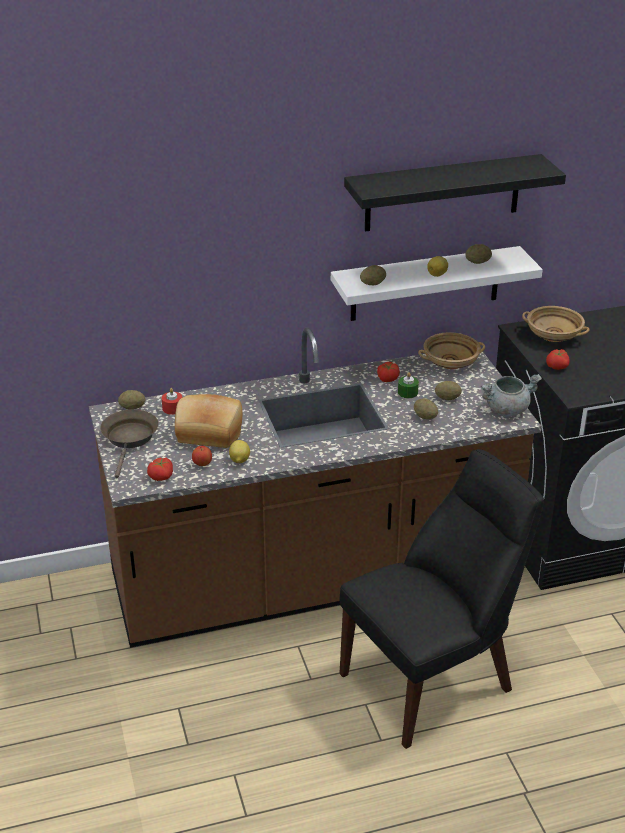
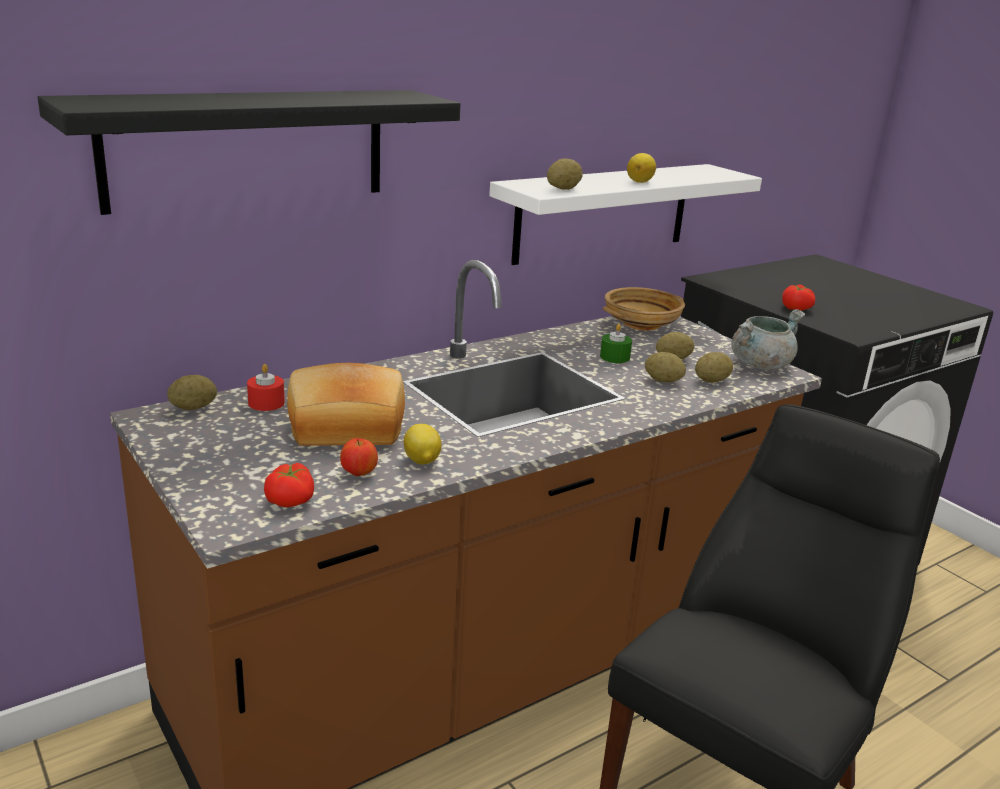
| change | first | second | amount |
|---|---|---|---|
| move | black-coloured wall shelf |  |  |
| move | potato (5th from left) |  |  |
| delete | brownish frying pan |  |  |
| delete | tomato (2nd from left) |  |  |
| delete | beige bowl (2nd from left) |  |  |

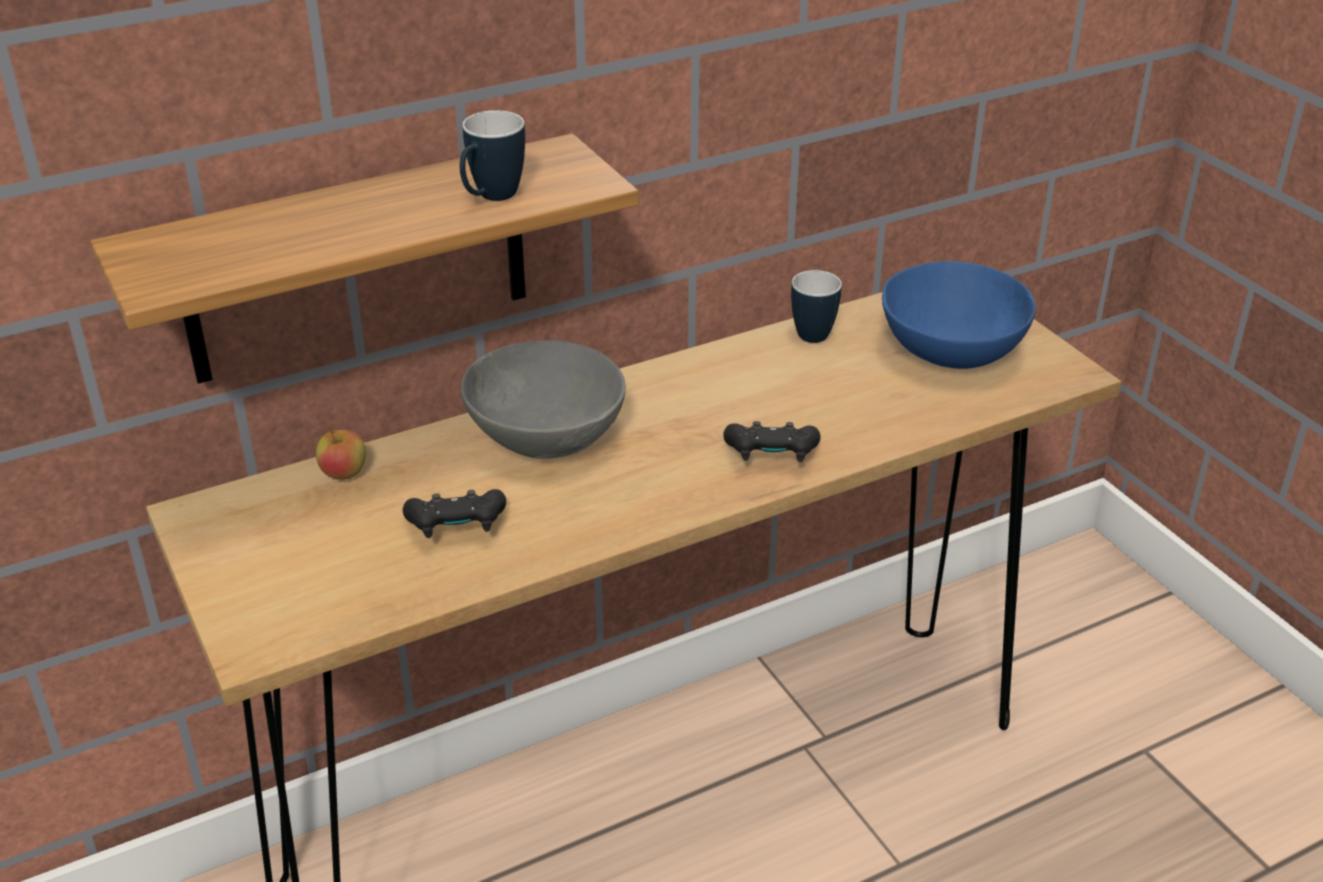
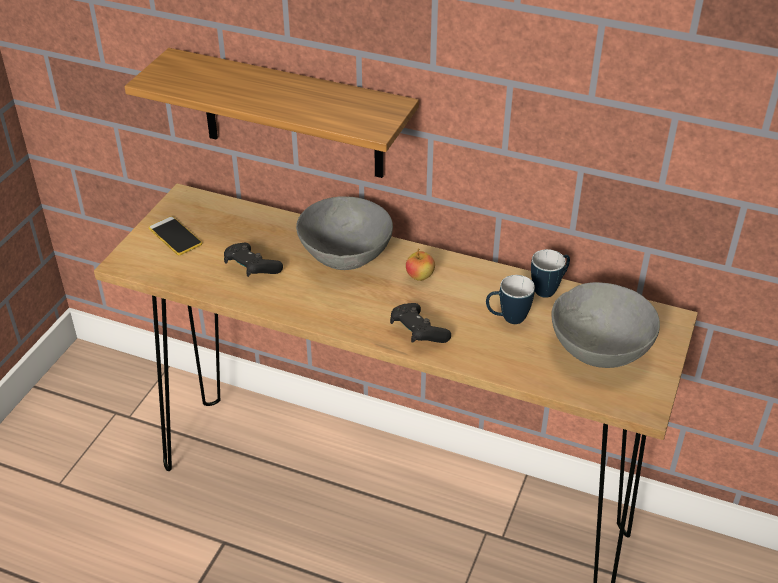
| change | first | second | amount |
|---|---|---|---|
| insert |  | telephone |  |
| move | whole apple |  |  |
| move | mug (1st from left) |  |  |
| recolor | blue bowl | grey bowl (2nd from left) |  |

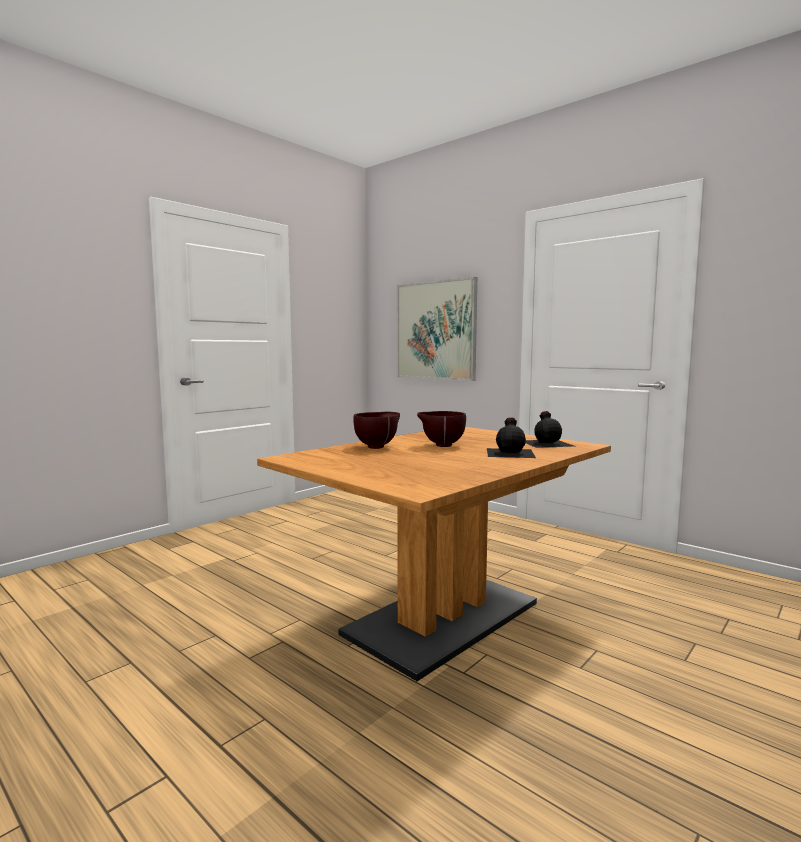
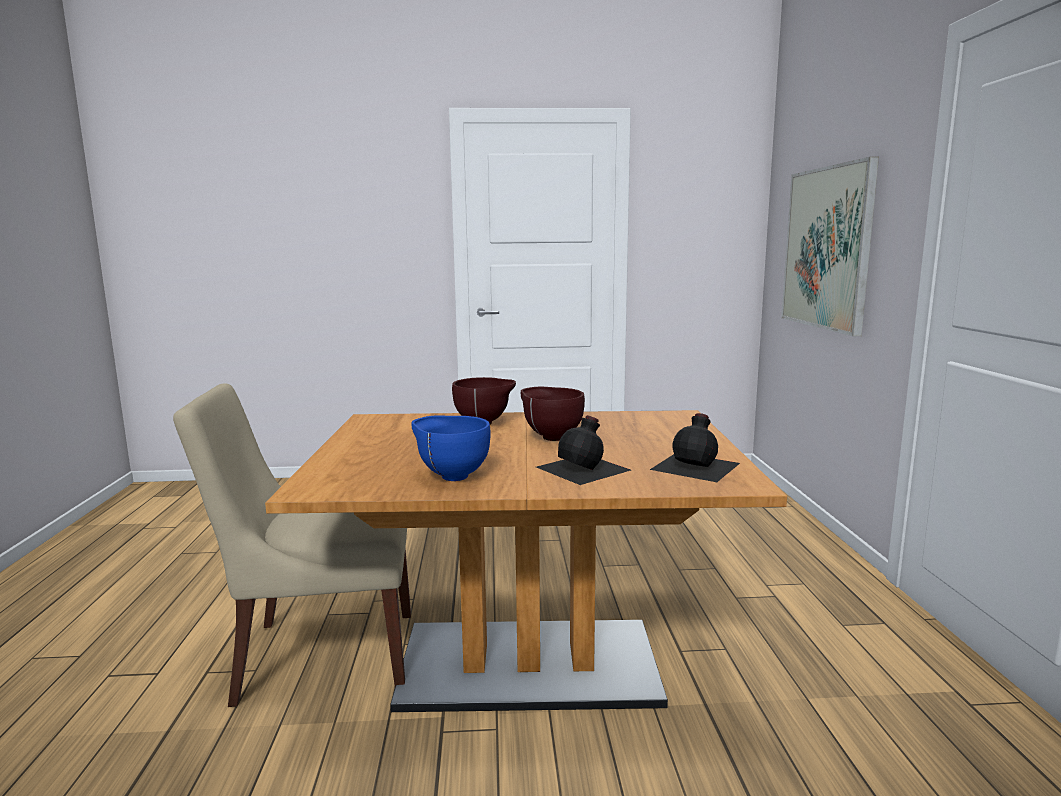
| change | first | second | amount |
|---|---|---|---|
| insert |  | beige plain chair |  |
| insert |  | blue bowl |  |

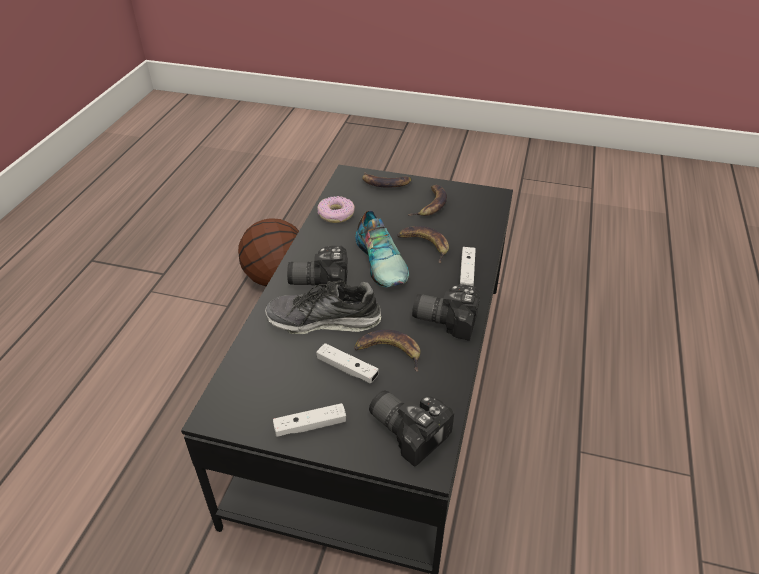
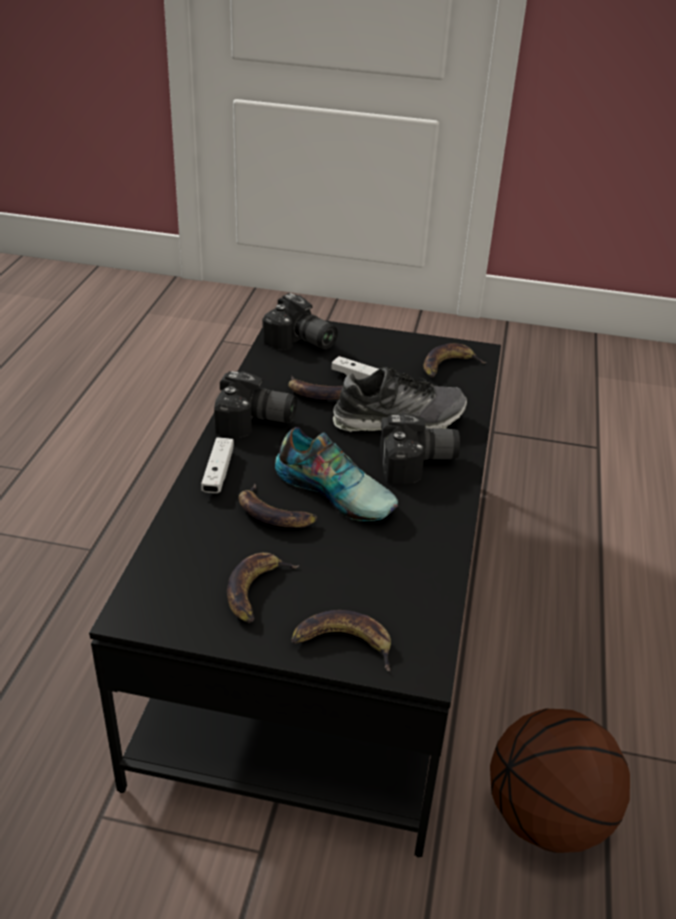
| change | first | second | amount |
|---|---|---|---|
| rotate | item of footwear (2nd from left in the first image) | item of footwear (1st from left) | 150 degrees clockwise |
| insert |  | whole banana (5th from left) |  |
| delete | whitish gamepad (1st from left) |  |  |
| delete | doughnut |  |  |

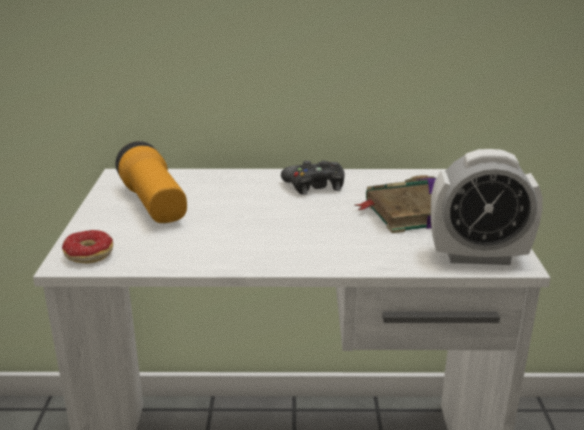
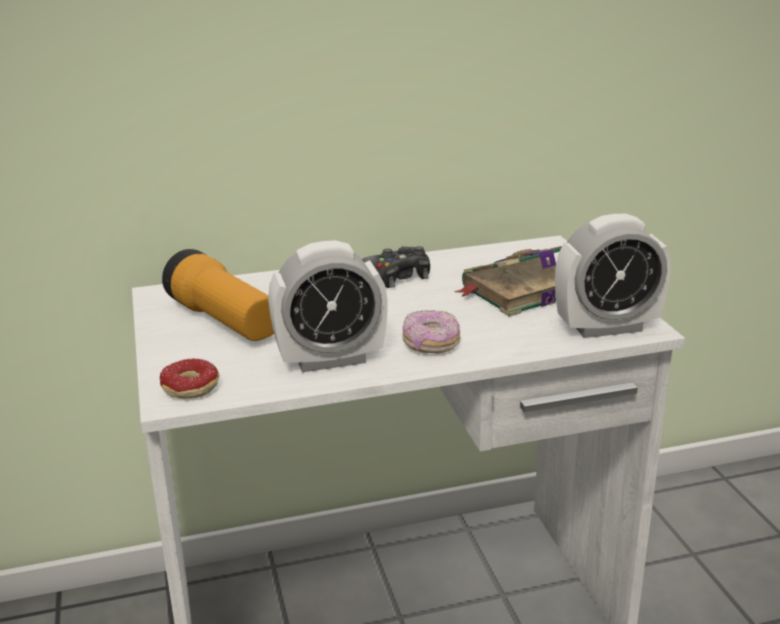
| change | first | second | amount |
|---|---|---|---|
| insert |  | alarm clock (1st from left) |  |
| insert |  | doughnut (2nd from left) |  |

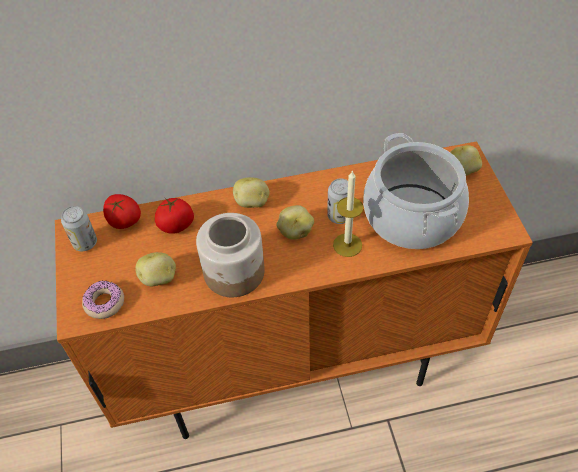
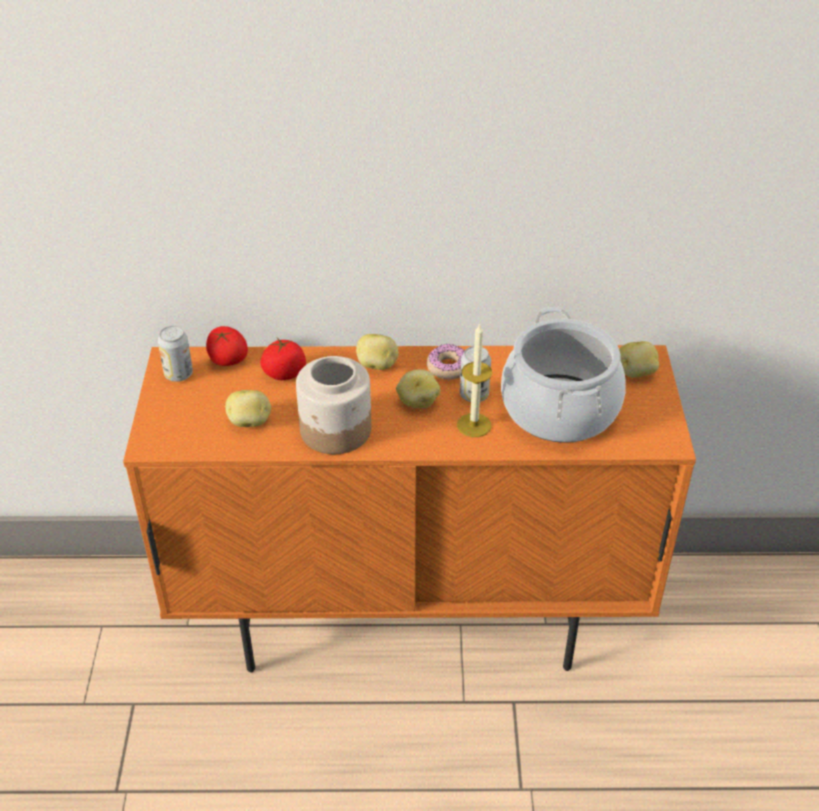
| change | first | second | amount |
|---|---|---|---|
| move | doughnut |  |  |

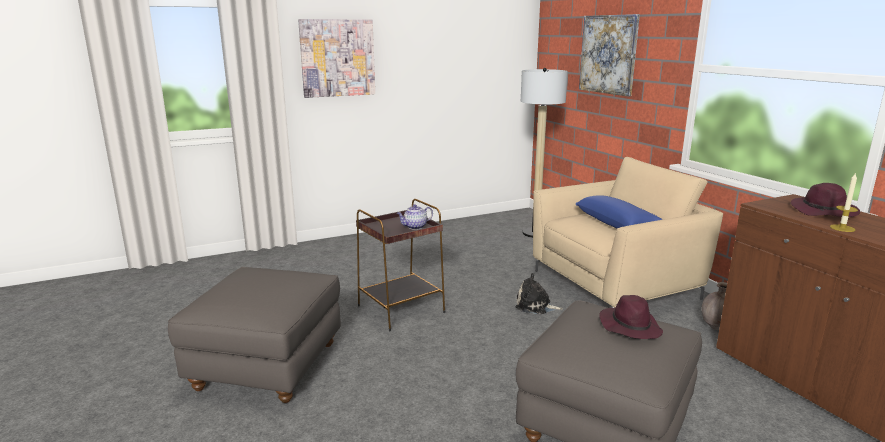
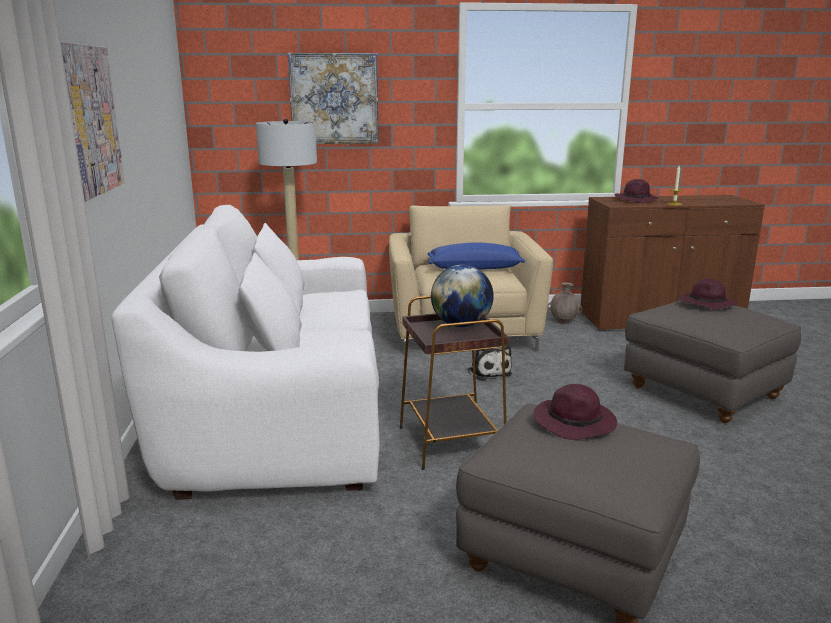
| change | first | second | amount |
|---|---|---|---|
| insert |  | whitish settee |  |
| replace | tea pot | desk globe |  |
| rotate | soft toy |  | 60 degrees counterclockwise |
| insert |  | purplish clothing hat (1st from left) |  |

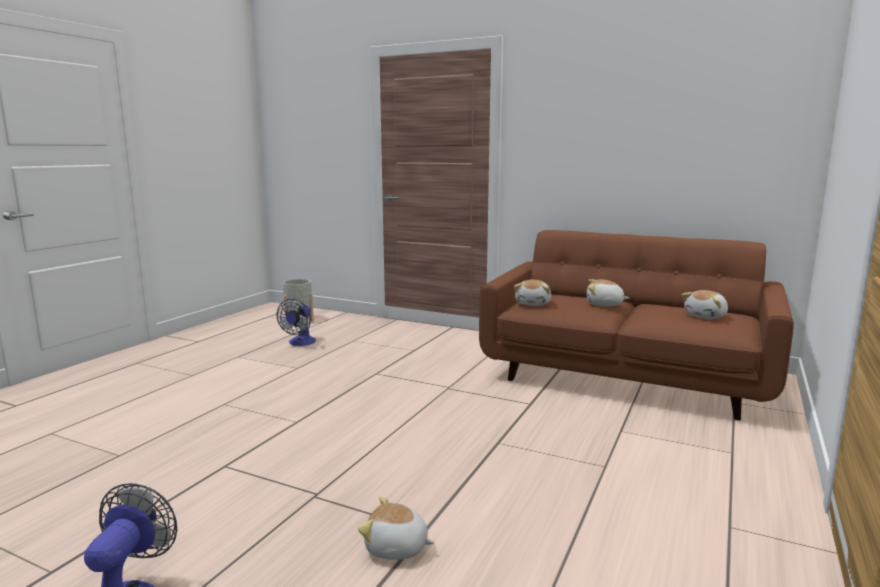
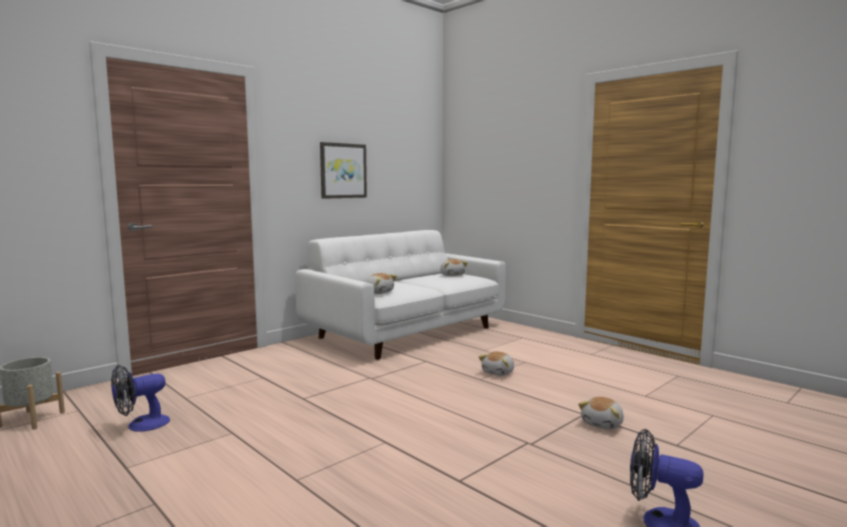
| change | first | second | amount |
|---|---|---|---|
| rotate | fan (2nd from left in the first image) | fan (1st from left) | 105 degrees clockwise |
| recolor | brownish settee | whitish settee |  |
| insert |  | wall art |  |
| move | soft toy (3rd from left) |  |  |

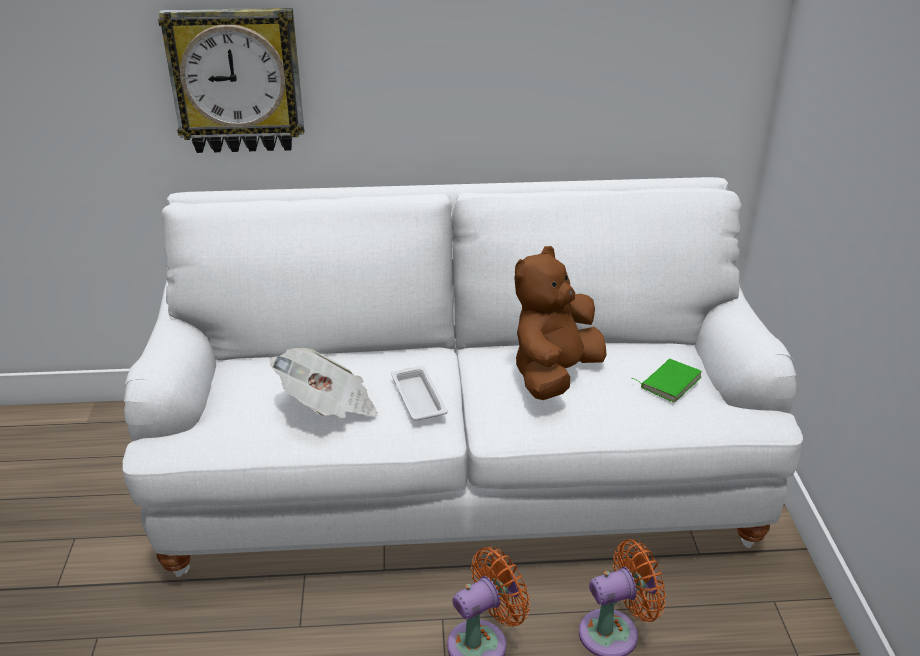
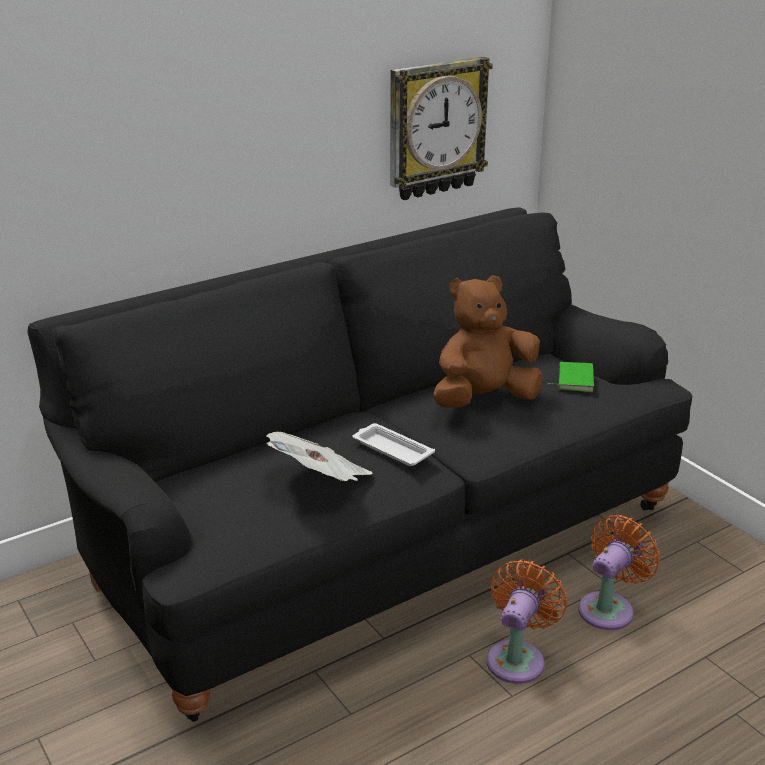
| change | first | second | amount |
|---|---|---|---|
| recolor | whitish settee | black-coloured settee |  |
| move | wall clock |  |  |
| rotate | brownish soft toy |  | 60 degrees clockwise |

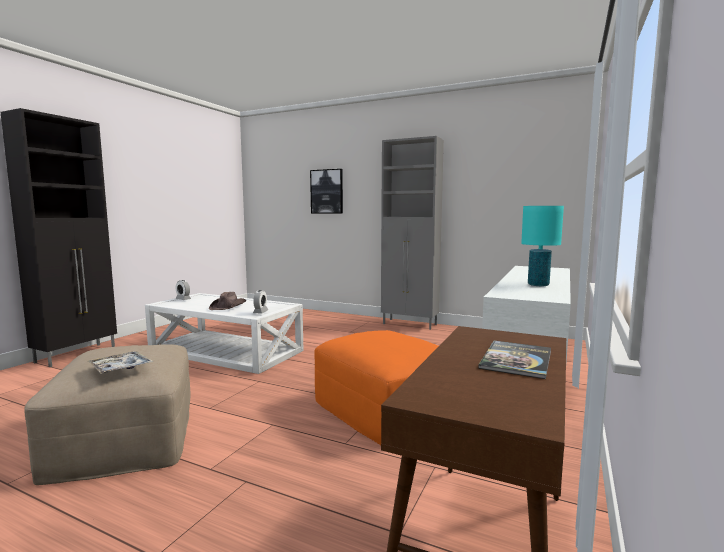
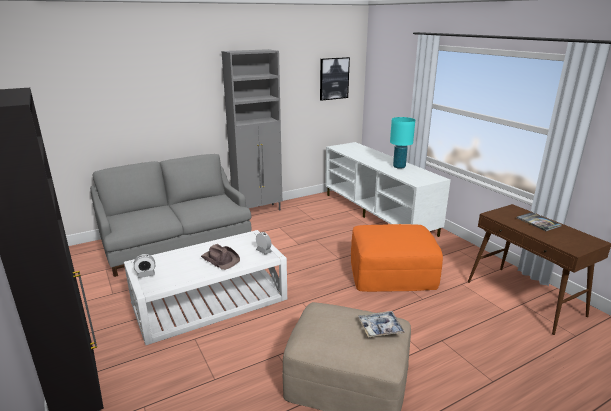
| change | first | second | amount |
|---|---|---|---|
| insert |  | grey settee |  |
| move | wall art |  |  |

